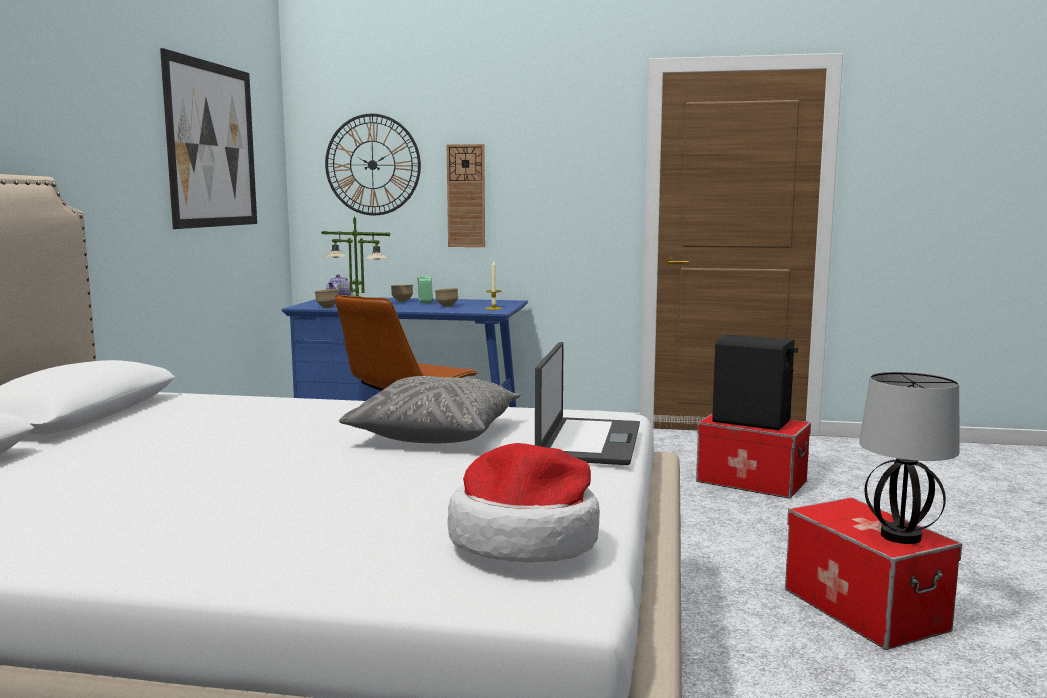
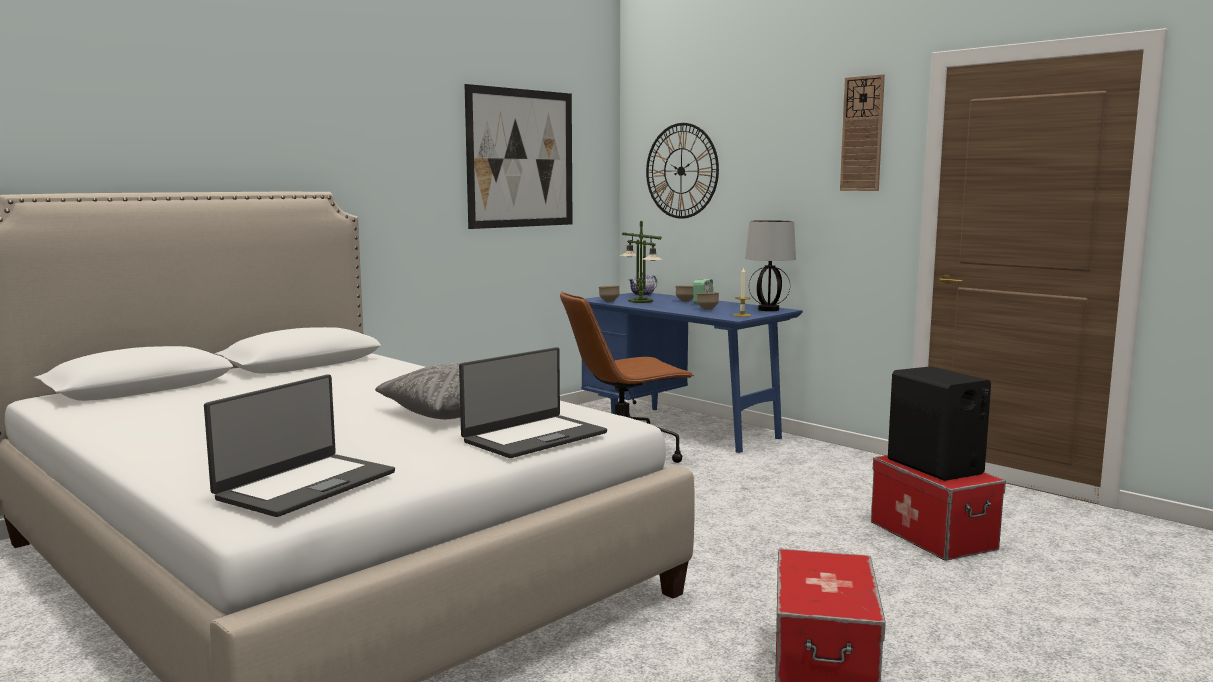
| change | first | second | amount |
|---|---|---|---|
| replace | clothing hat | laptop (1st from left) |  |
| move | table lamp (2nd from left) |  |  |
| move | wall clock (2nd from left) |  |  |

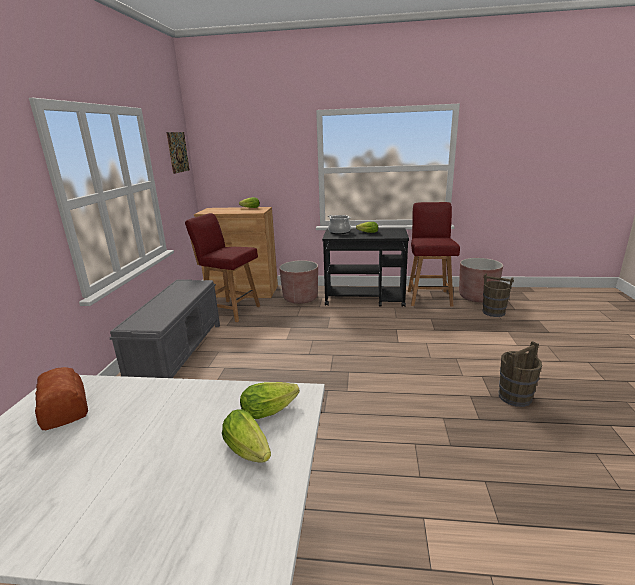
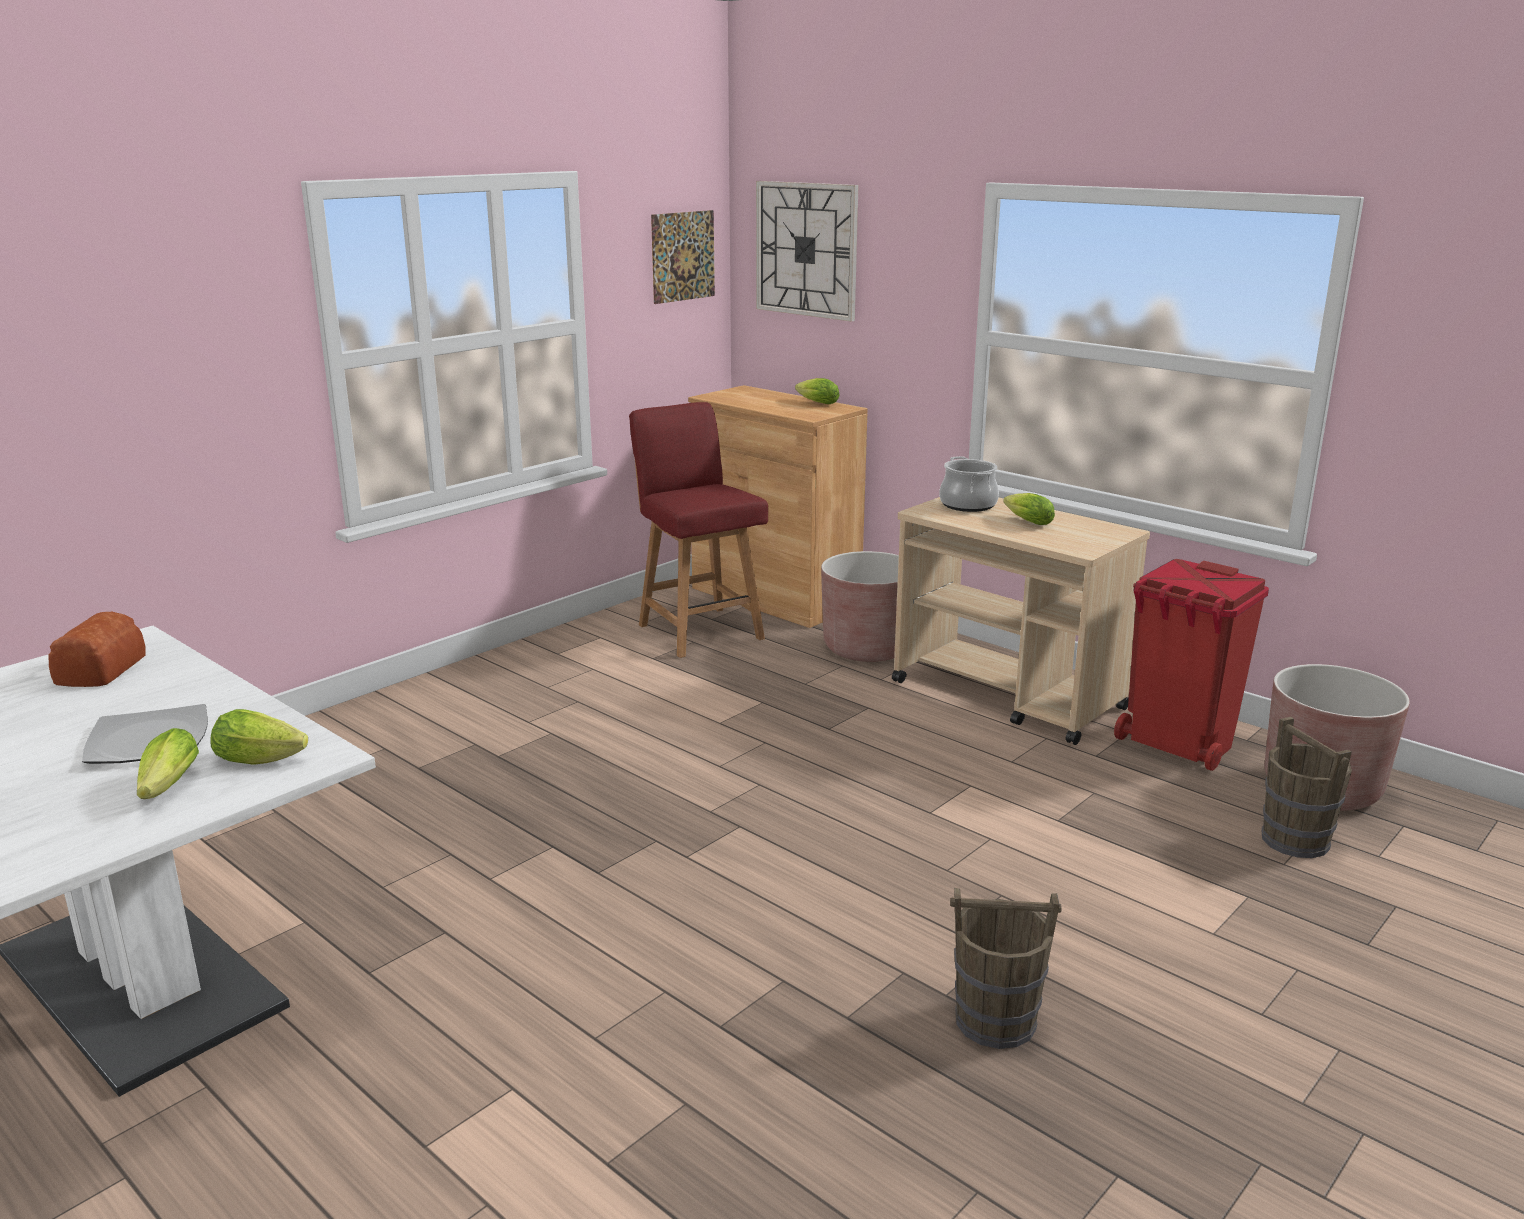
| change | first | second | amount |
|---|---|---|---|
| insert |  | flat dish |  |
| insert |  | wall clock |  |
| recolor | black-coloured cart | beige cart |  |
| replace | red plain chair (2nd from left) | red rubbish bin |  |
| delete | grey indoor bench |  |  |

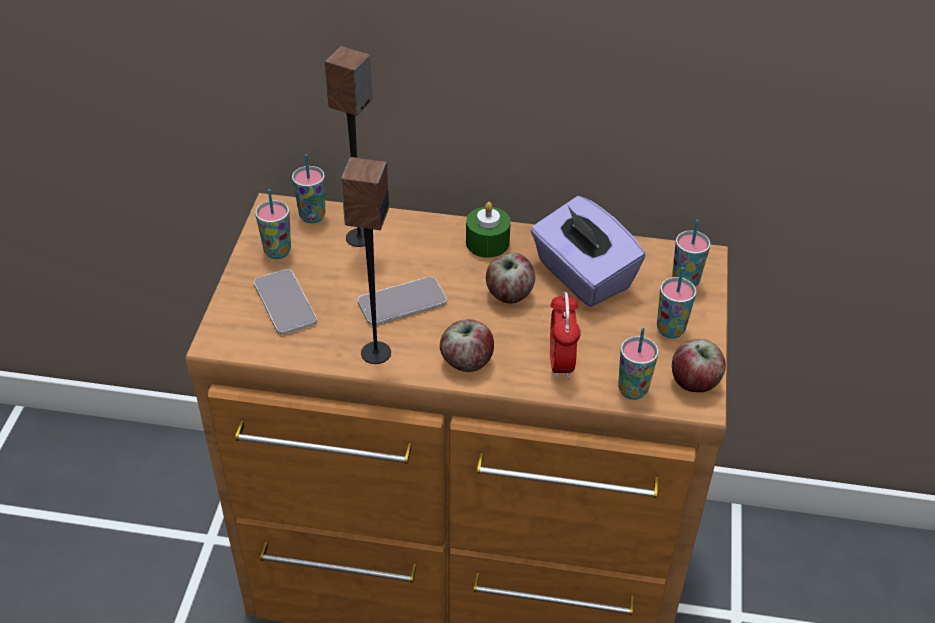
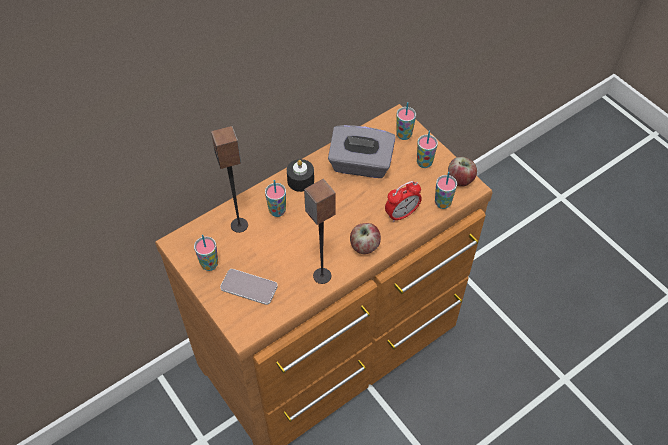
| change | first | second | amount |
|---|---|---|---|
| move | cup (2nd from left) |  |  |
| recolor | greenish wax candle | black-coloured wax candle |  |
| recolor | purplish tissue box | grey tissue box |  |
| rotate | alarm clock |  | 75 degrees counterclockwise |
| delete | telephone (2nd from left) |  |  |
| delete | whole apple (2nd from left) |  |  |

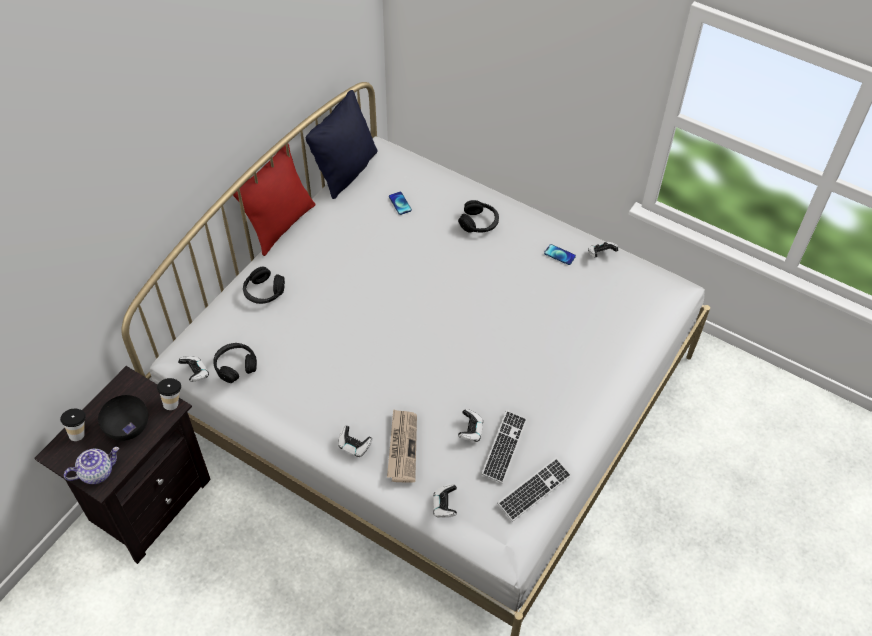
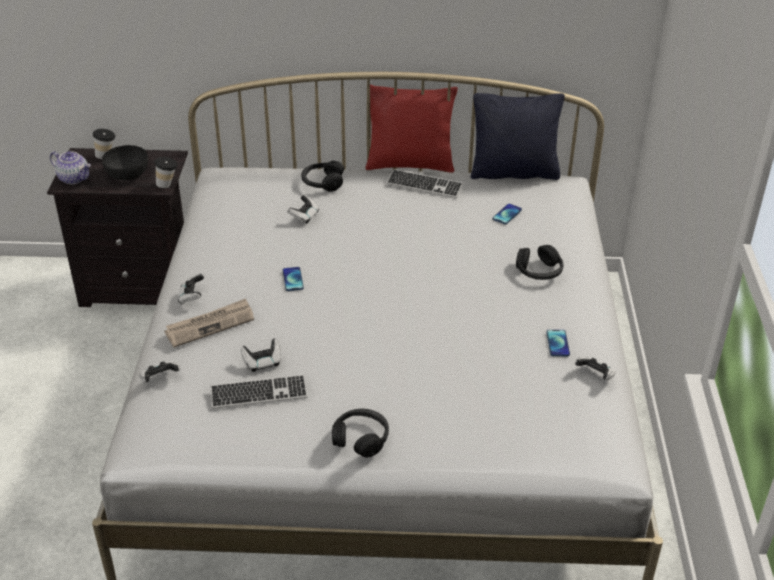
| change | first | second | amount |
|---|---|---|---|
| insert |  | telephone (1st from left) |  |
| move | gamepad (1st from left in the first image) | gamepad (4th from left) |  |
| move | black-coloured pair of headphones (1st from left in the first image) | black-coloured pair of headphones (2nd from left) |  |
| move | keyboard (2nd from left) |  |  |

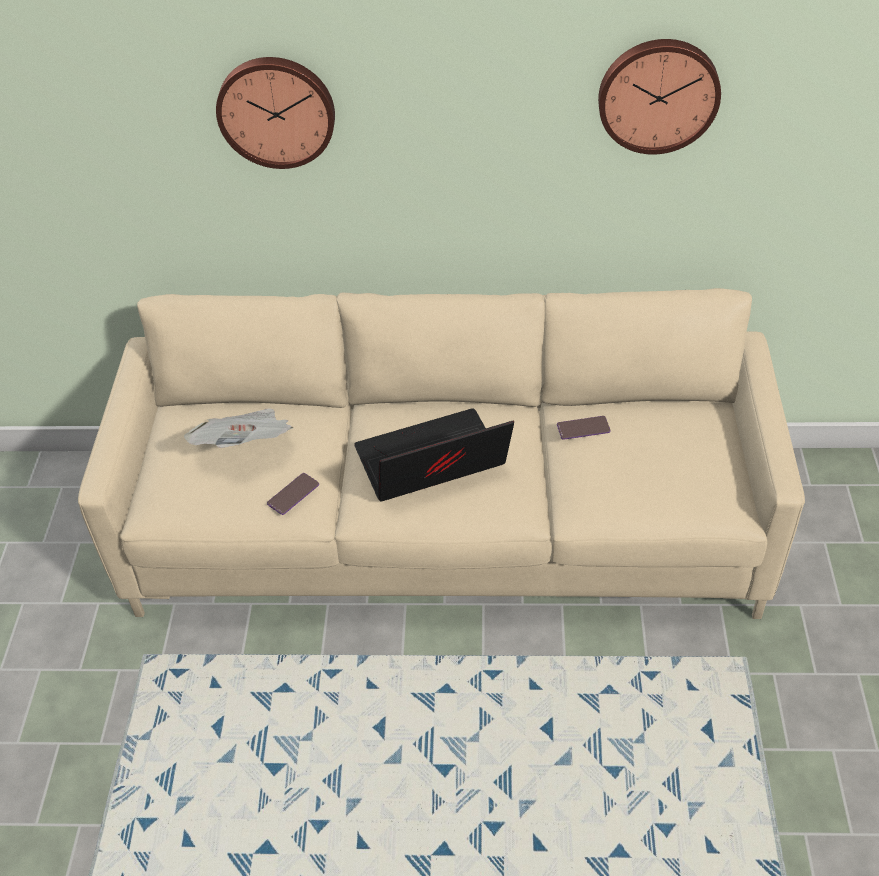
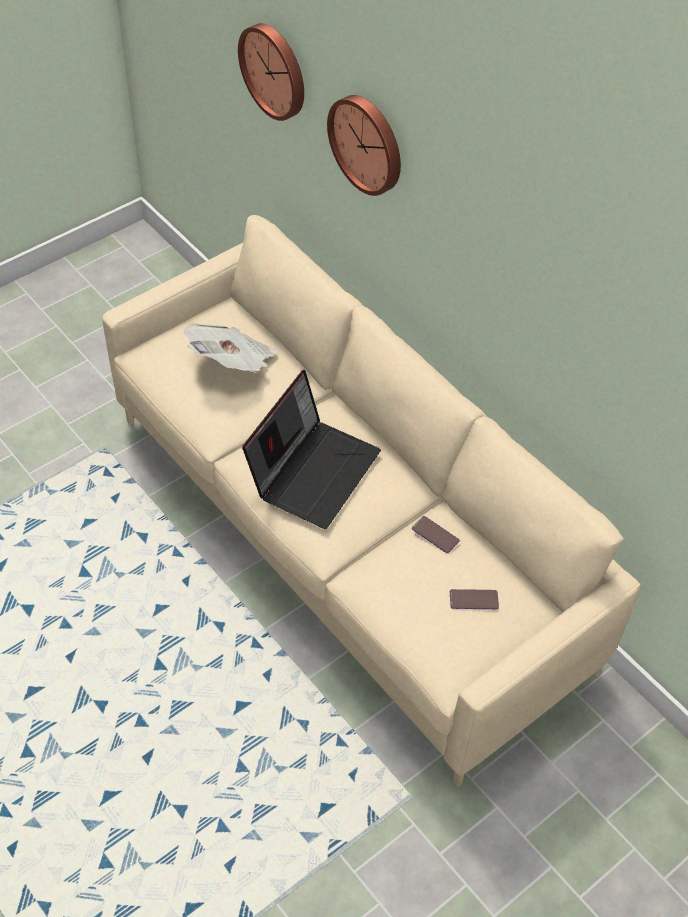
| change | first | second | amount |
|---|---|---|---|
| move | wall clock (2nd from left in the first image) | wall clock (1st from left) |  |
| rotate | laptop |  | 90 degrees clockwise |
| move | telephone (1st from left in the first image) | telephone (2nd from left) |  |

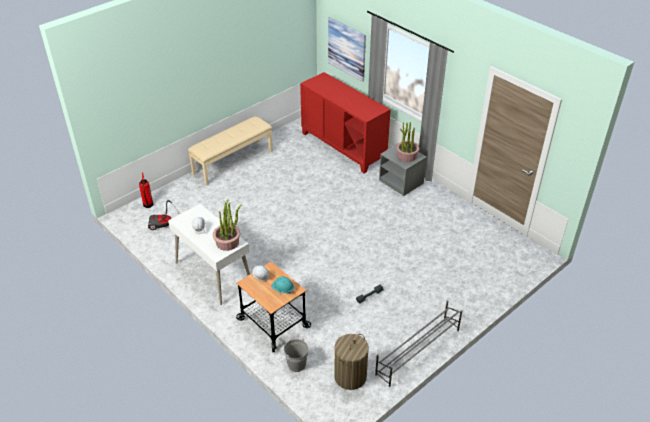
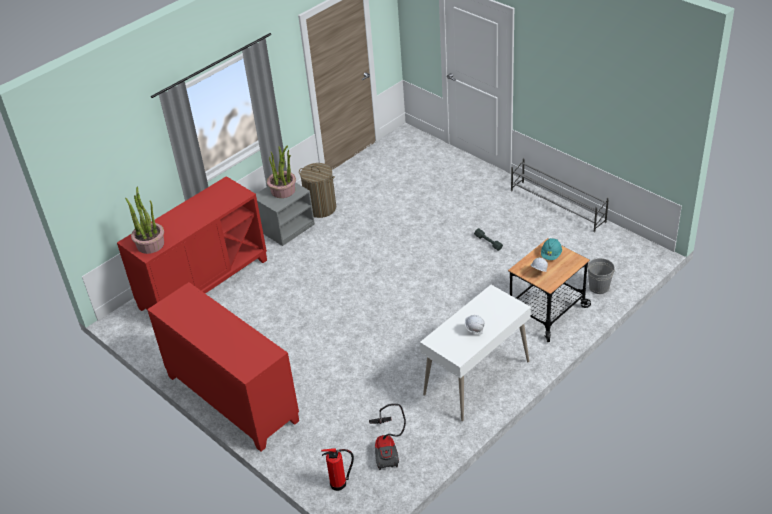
| change | first | second | amount |
|---|---|---|---|
| move | houseplant (1st from left) |  |  |
| replace | beige indoor bench | red cabinet (2nd from left) |  |
| move | washing basket |  |  |
| delete | wall art |  |  |

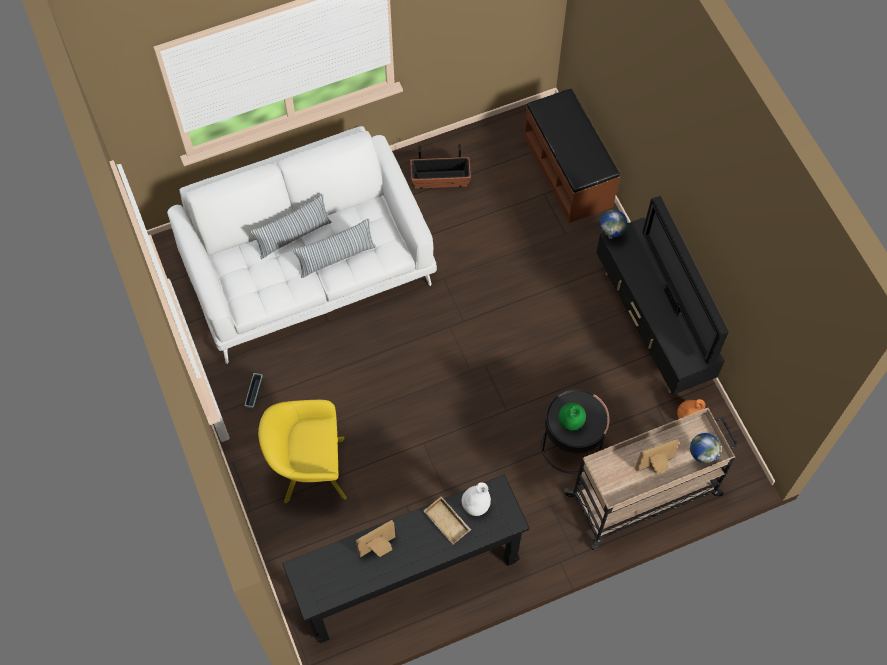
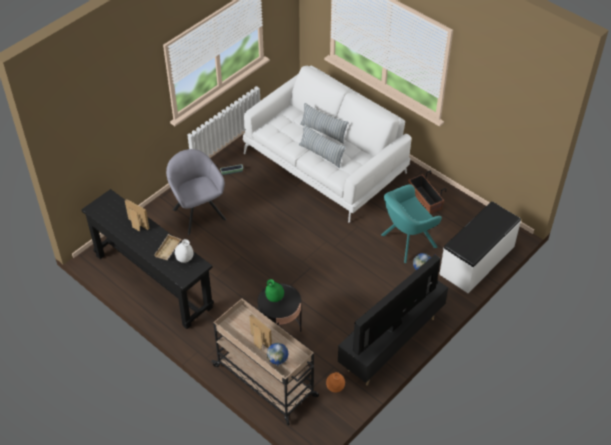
| change | first | second | amount |
|---|---|---|---|
| recolor | yellow lounge chair | grey lounge chair |  |
| insert |  | turquoise-coloured lounge chair |  |
| recolor | brownish indoor bench | whitish indoor bench |  |

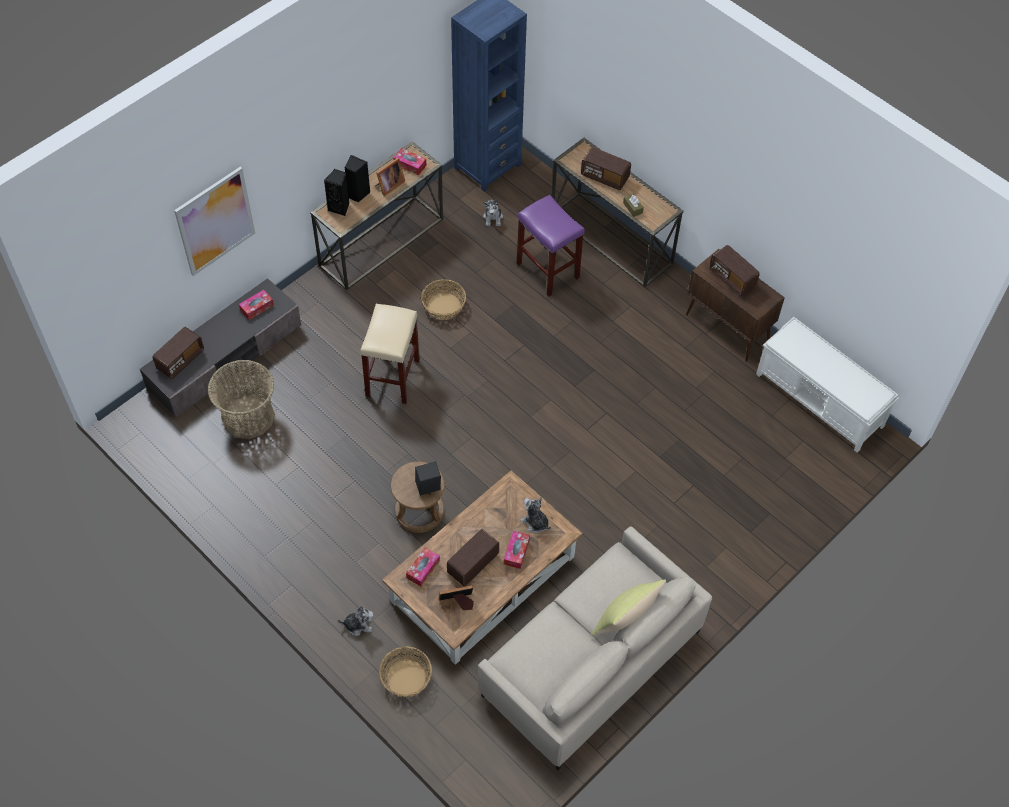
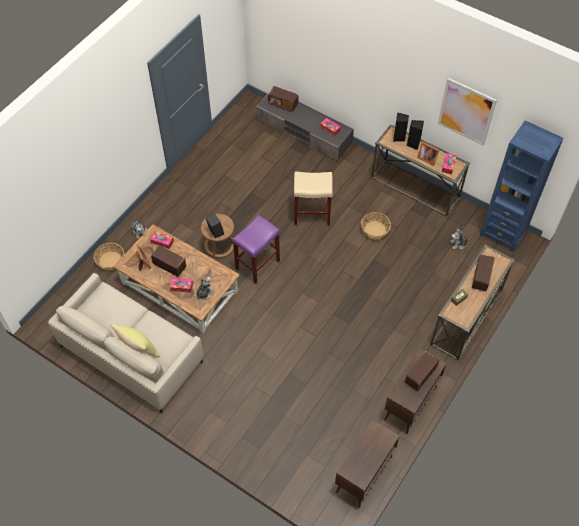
| change | first | second | amount |
|---|---|---|---|
| move | purplish sitting stool |  |  |
| replace | whitish indoor bench | brownish cabinet (1st from left) |  |
| move | wall art |  |  |
| delete | household basket (1st from left) |  |  |

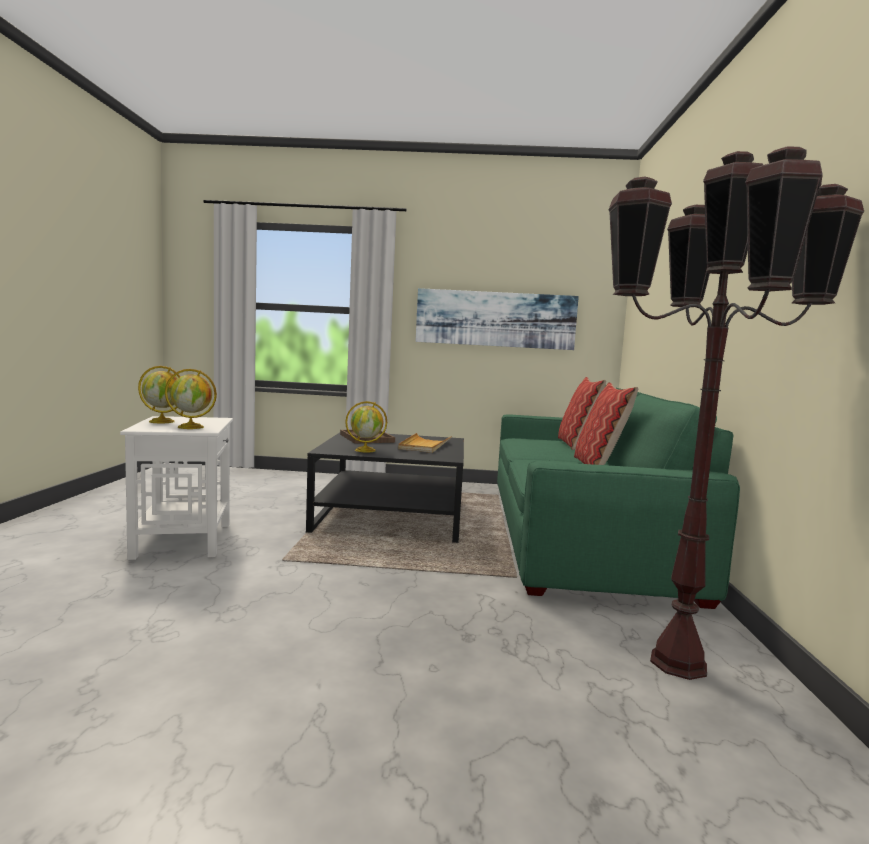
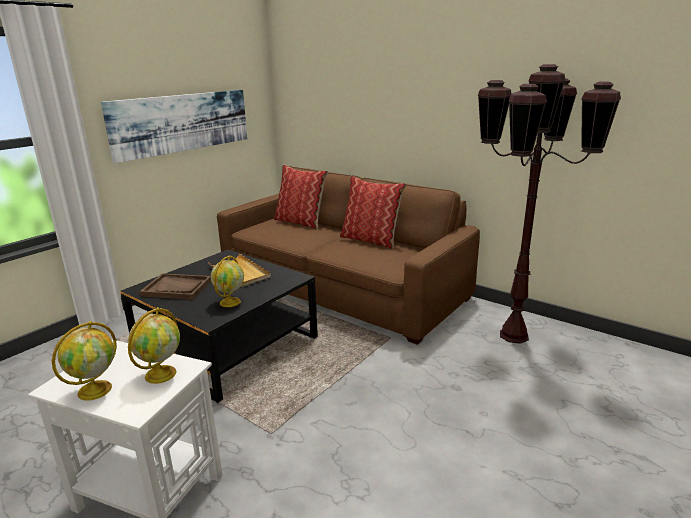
| change | first | second | amount |
|---|---|---|---|
| recolor | greenish settee | brownish settee |  |

